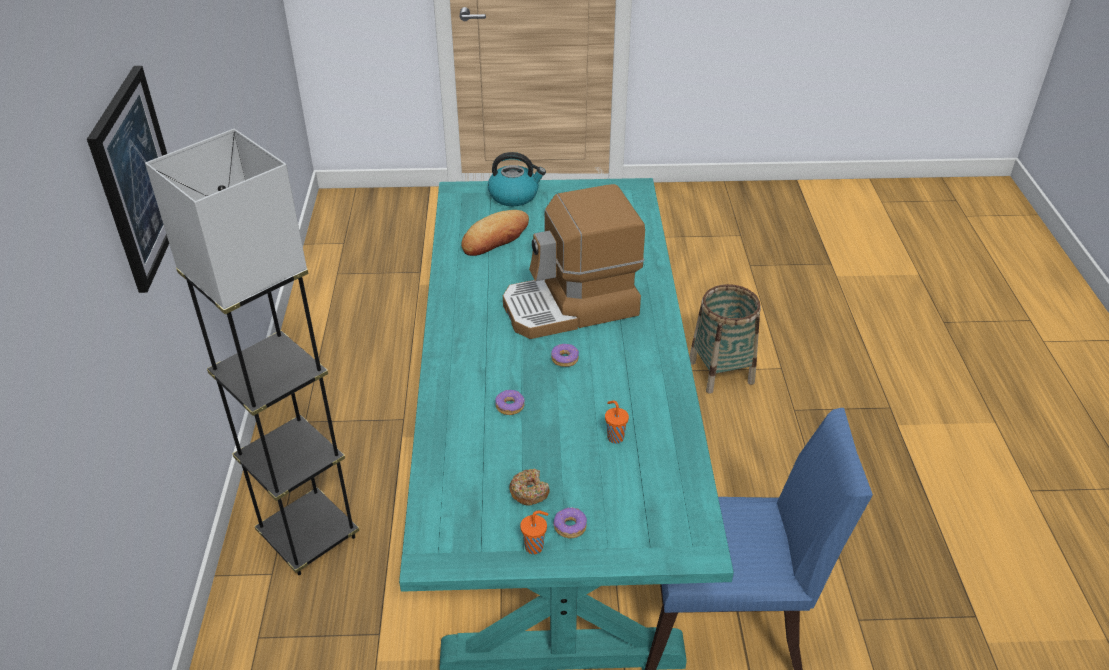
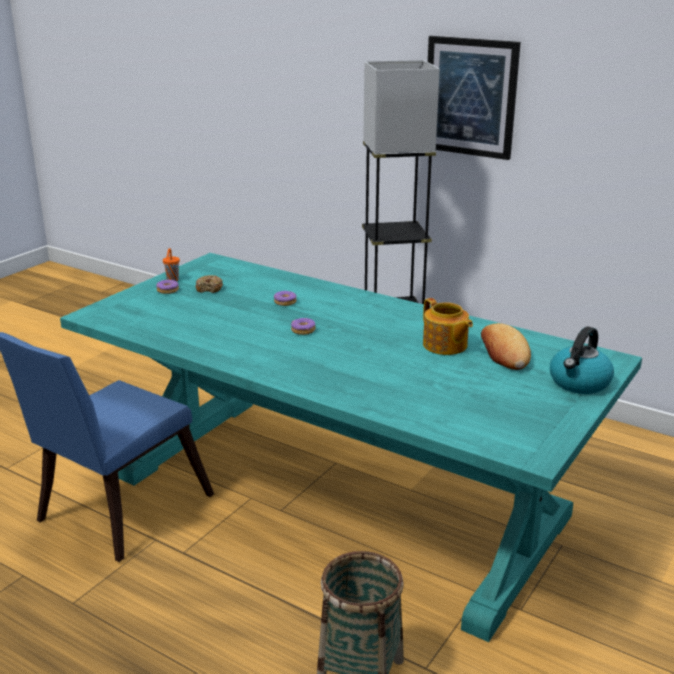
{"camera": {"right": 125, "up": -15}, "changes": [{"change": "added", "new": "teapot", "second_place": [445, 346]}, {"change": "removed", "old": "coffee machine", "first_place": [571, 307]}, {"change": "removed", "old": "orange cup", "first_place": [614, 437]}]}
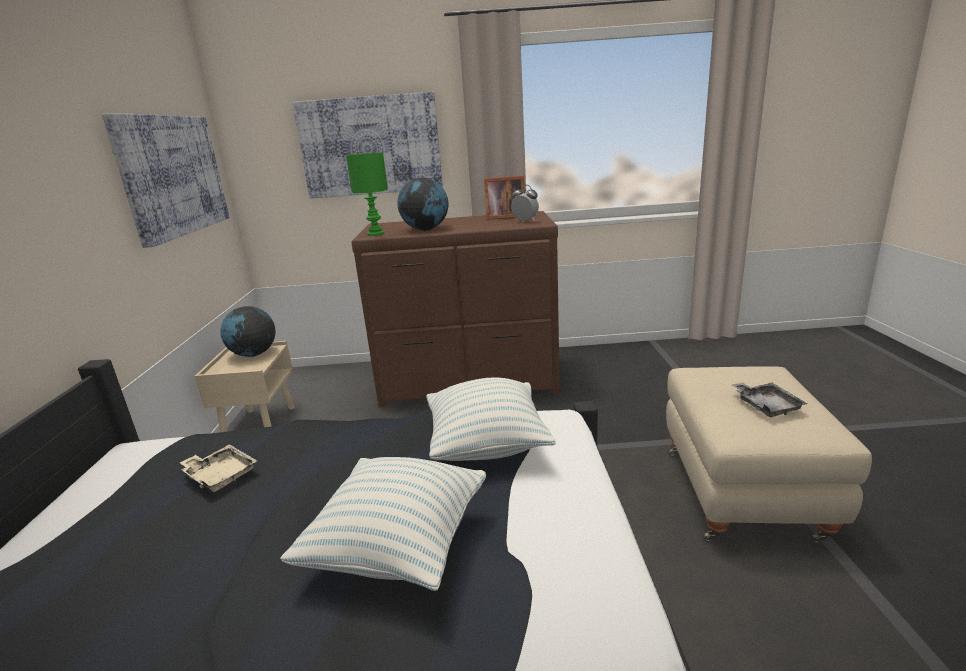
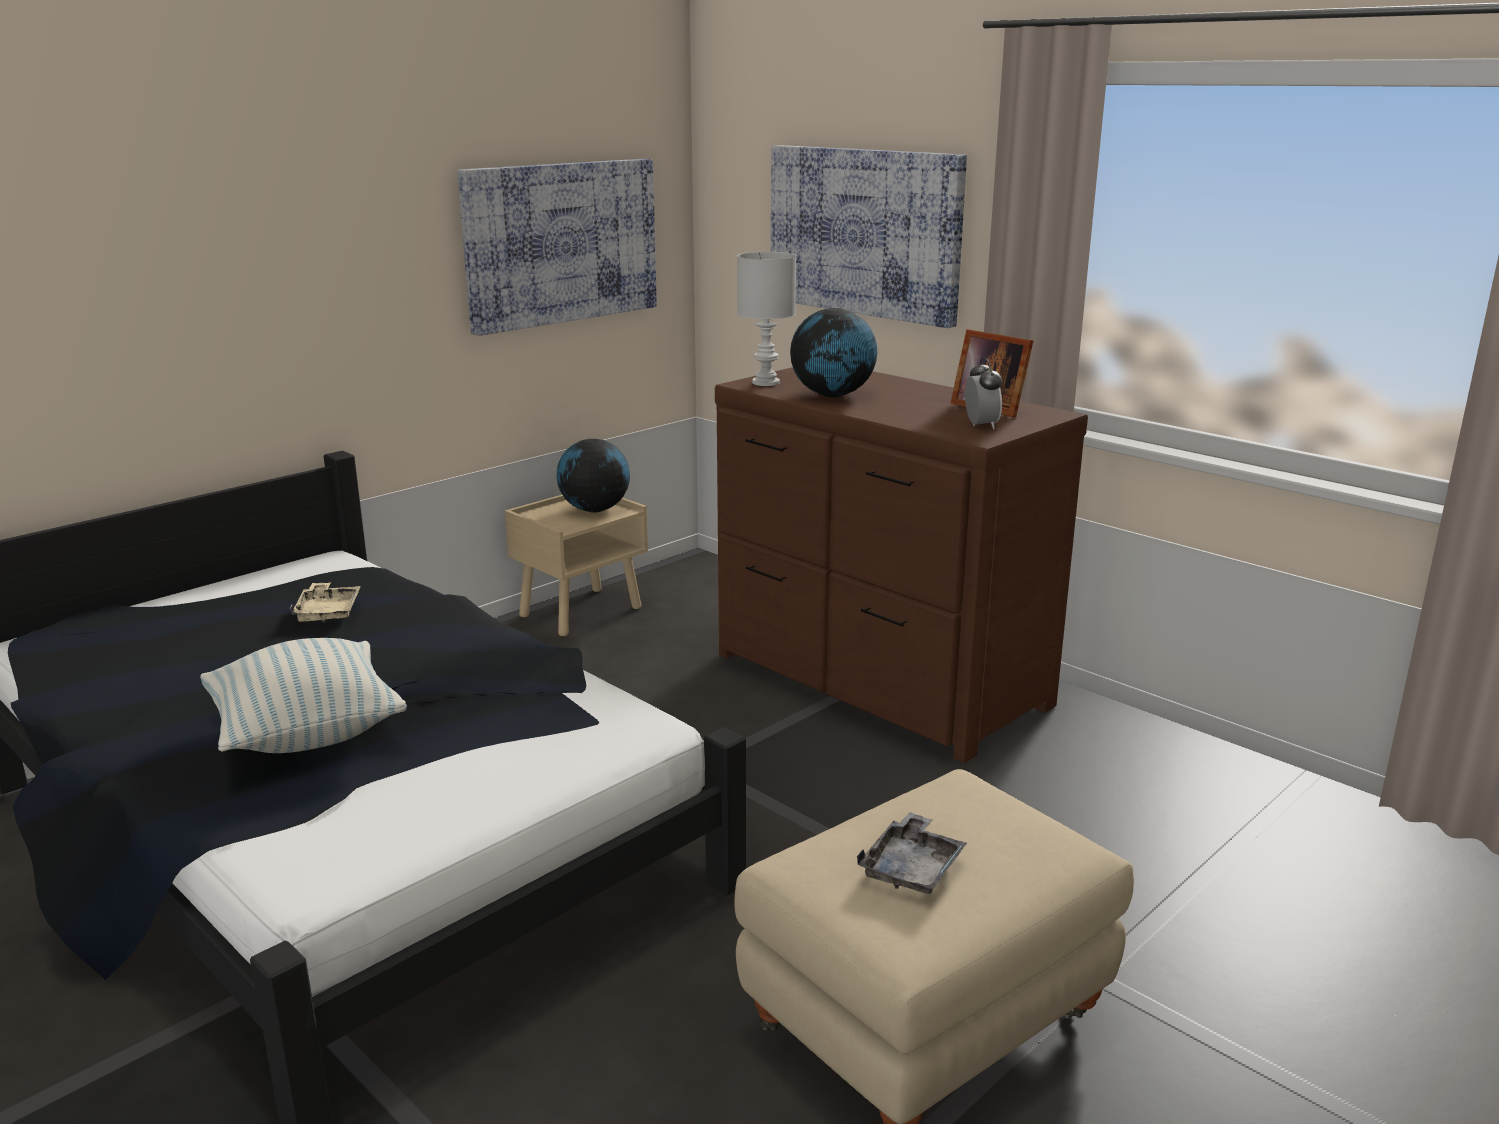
{"camera": {"right": 45, "up": 0}, "changes": [{"change": "recoloured", "old": "green table lamp", "new": "white table lamp", "first_place": [376, 234], "second_place": [767, 383]}, {"change": "removed", "old": "pillow", "first_place": [487, 445]}]}
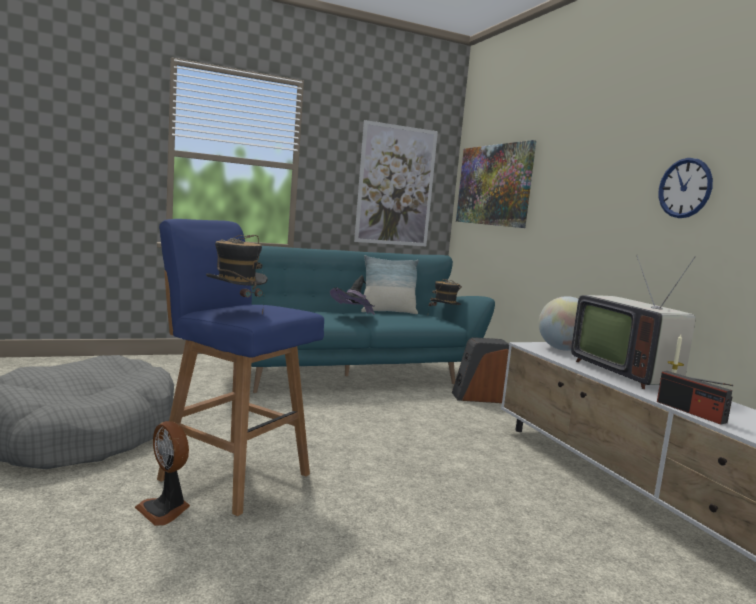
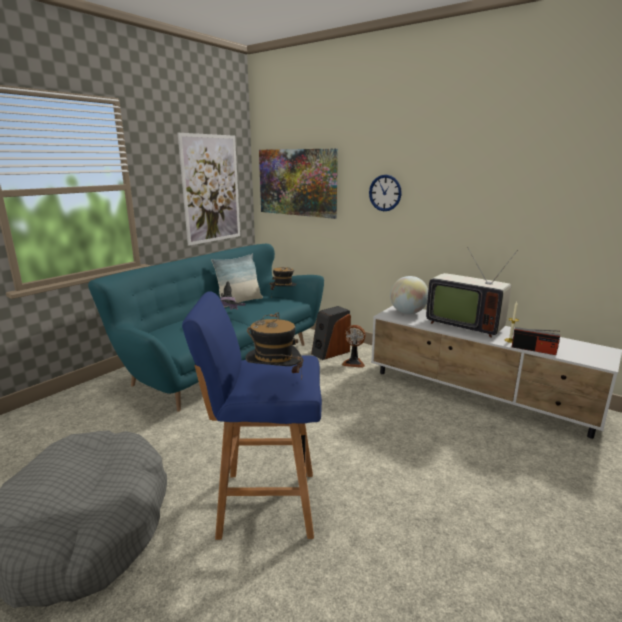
{"camera": {"right": -30, "up": 10}, "changes": [{"change": "moved", "old": "fan", "first_place": [165, 509], "second_place": [353, 362]}, {"change": "moved", "old": "wall clock", "first_place": [685, 188], "second_place": [385, 193]}]}
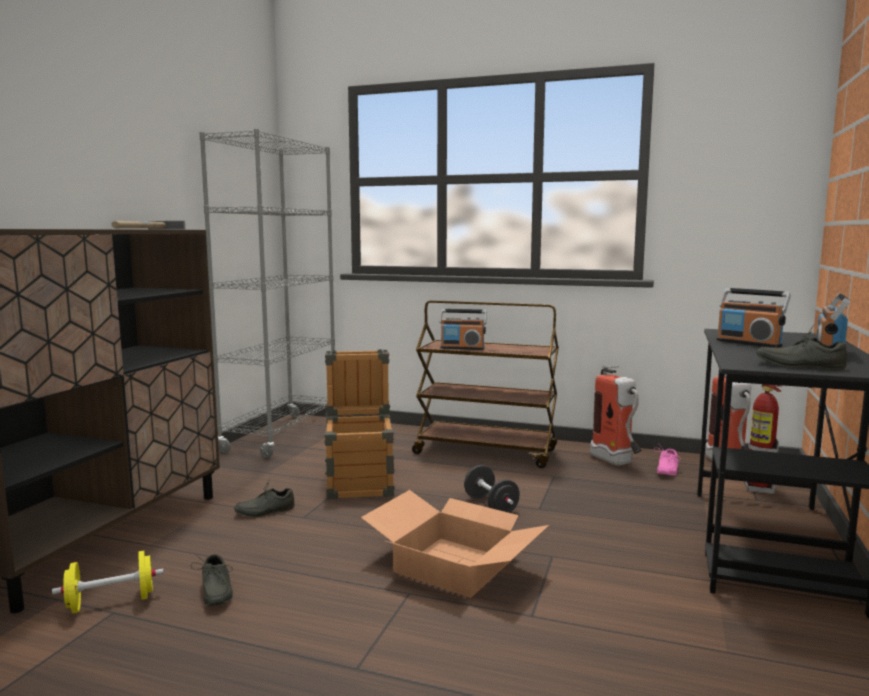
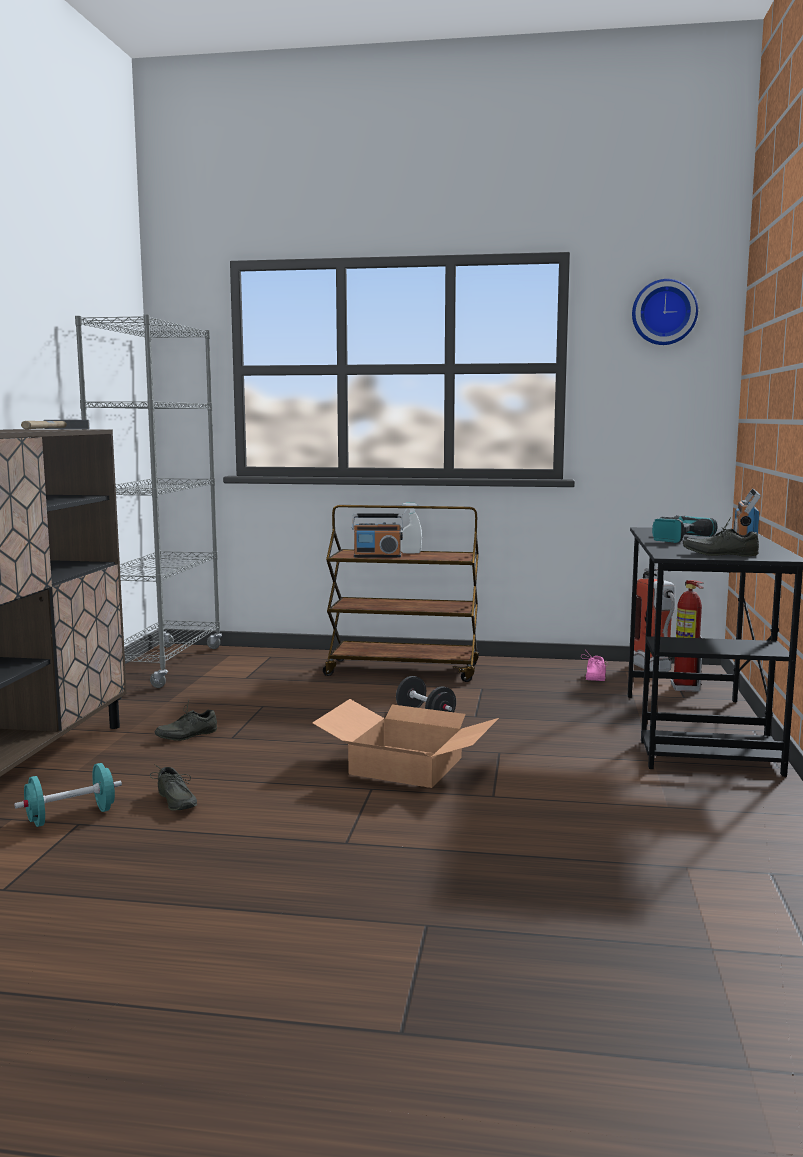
{"camera": {"right": -10, "up": 0}, "changes": [{"change": "recoloured", "old": "yellow dumbbell", "new": "turquoise dumbbell", "first_place": [111, 602], "second_place": [71, 817]}, {"change": "added", "new": "white spray bottle", "second_place": [410, 553]}, {"change": "added", "new": "wall clock", "second_place": [664, 312]}, {"change": "replaced", "old": "radio", "new": "power drill", "first_place": [749, 343], "second_place": [674, 538]}, {"change": "removed", "old": "crate", "first_place": [360, 481]}, {"change": "removed", "old": "fire extinguisher", "first_place": [616, 462]}]}
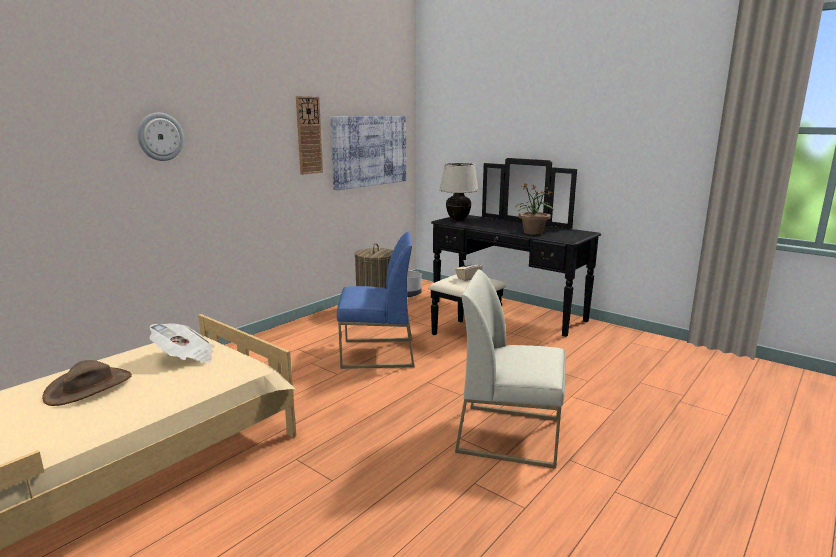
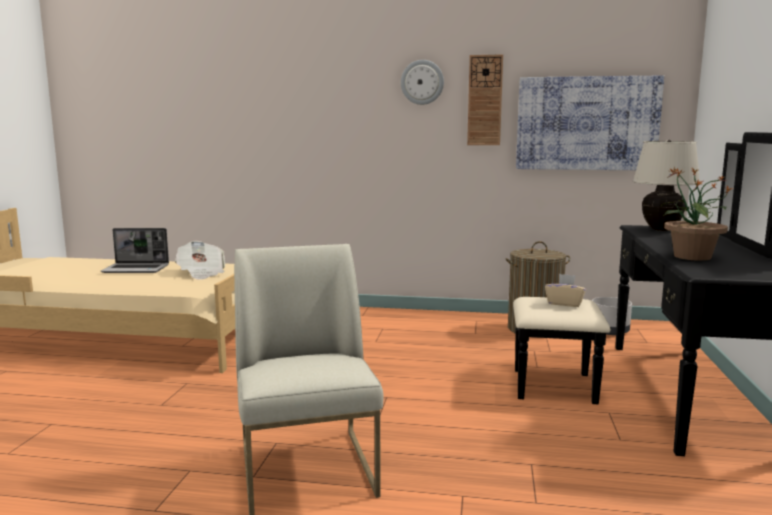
{"camera": {"right": 60, "up": -5}, "changes": [{"change": "replaced", "old": "brown hat", "new": "laptop", "first_place": [89, 387], "second_place": [137, 269]}, {"change": "moved", "old": "wall clock", "first_place": [160, 137], "second_place": [422, 82]}, {"change": "removed", "old": "blue chair", "first_place": [377, 353]}]}
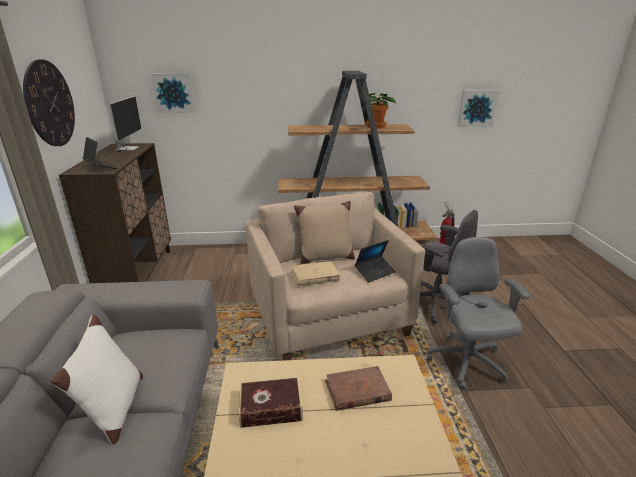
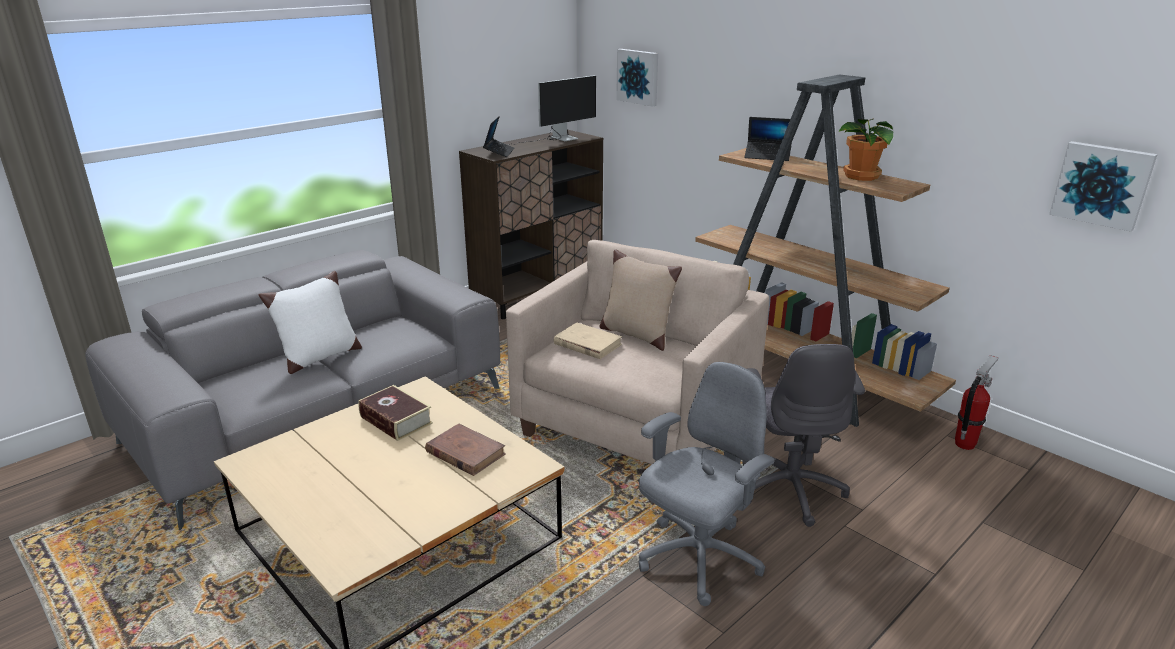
{"camera": {"right": 50, "up": 0}, "changes": [{"change": "moved", "old": "laptop", "first_place": [375, 272], "second_place": [767, 156]}, {"change": "removed", "old": "wall clock", "first_place": [50, 104]}]}
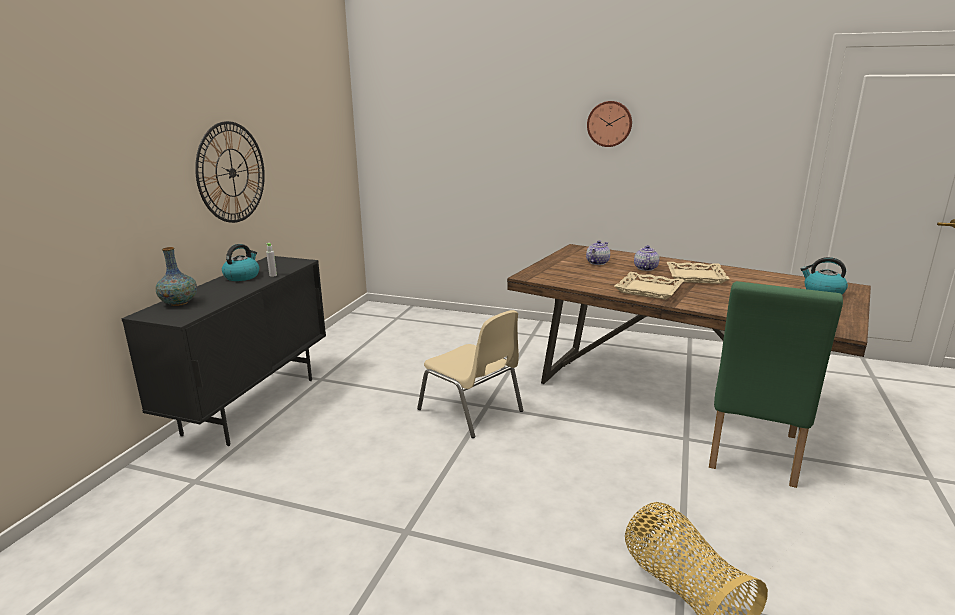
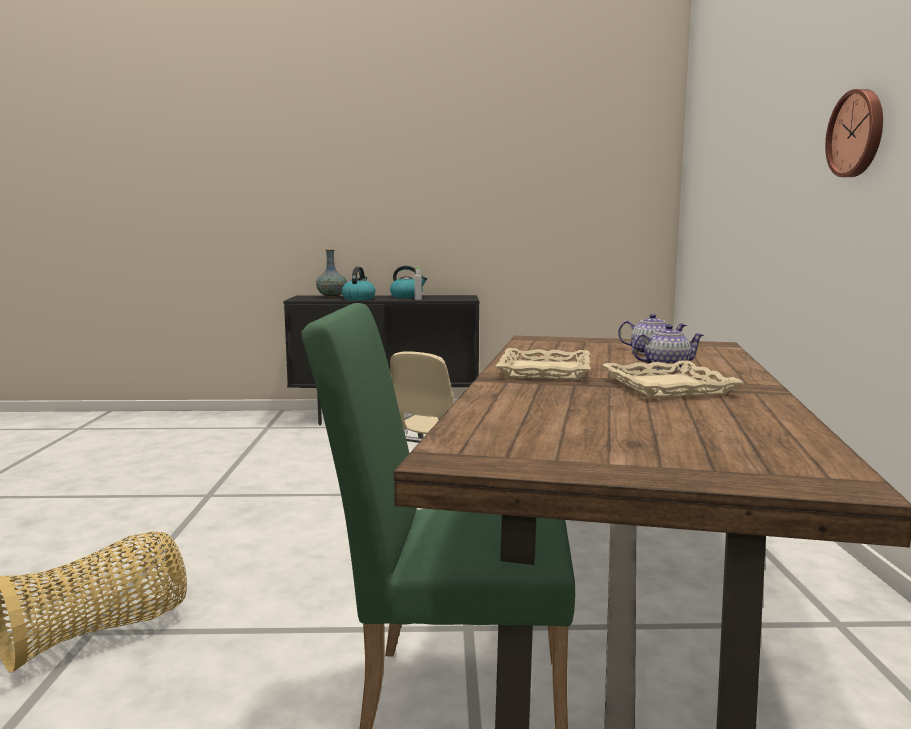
{"camera": {"right": 70, "up": -10}, "changes": [{"change": "moved", "old": "kettle", "first_place": [822, 292], "second_place": [358, 298]}, {"change": "removed", "old": "wall clock", "first_place": [232, 172]}]}
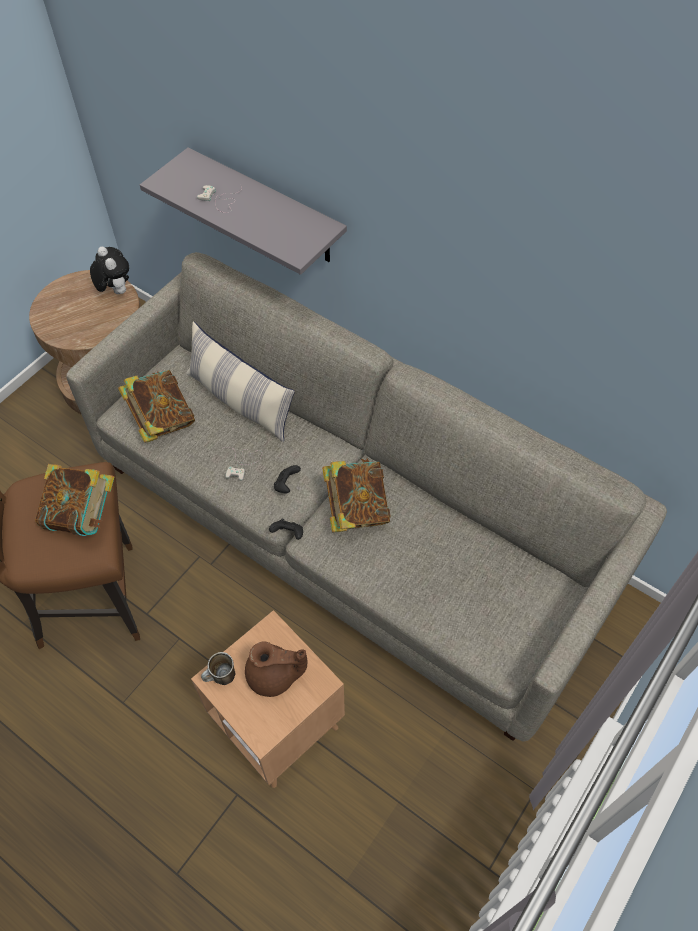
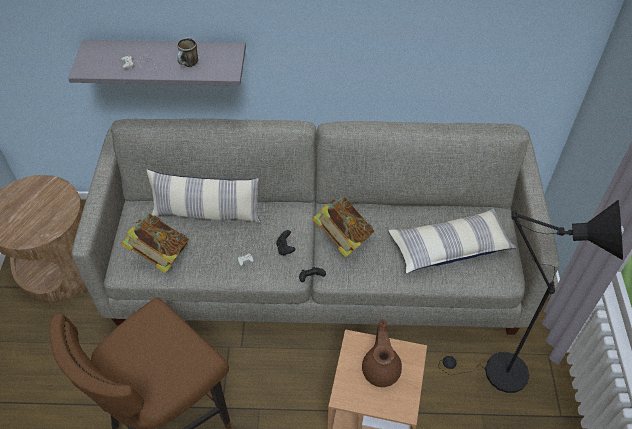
{"camera": {"right": -35, "up": -5}, "changes": [{"change": "moved", "old": "mug", "first_place": [221, 678], "second_place": [189, 65]}, {"change": "turned", "old": "brown teapot", "first_place": [274, 676], "second_place": [381, 368], "degrees": -60}, {"change": "added", "new": "pillow", "second_place": [449, 247]}, {"change": "added", "new": "black floor lamp", "second_place": [497, 372]}, {"change": "removed", "old": "book", "first_place": [82, 515]}, {"change": "removed", "old": "plush toy", "first_place": [115, 290]}]}
